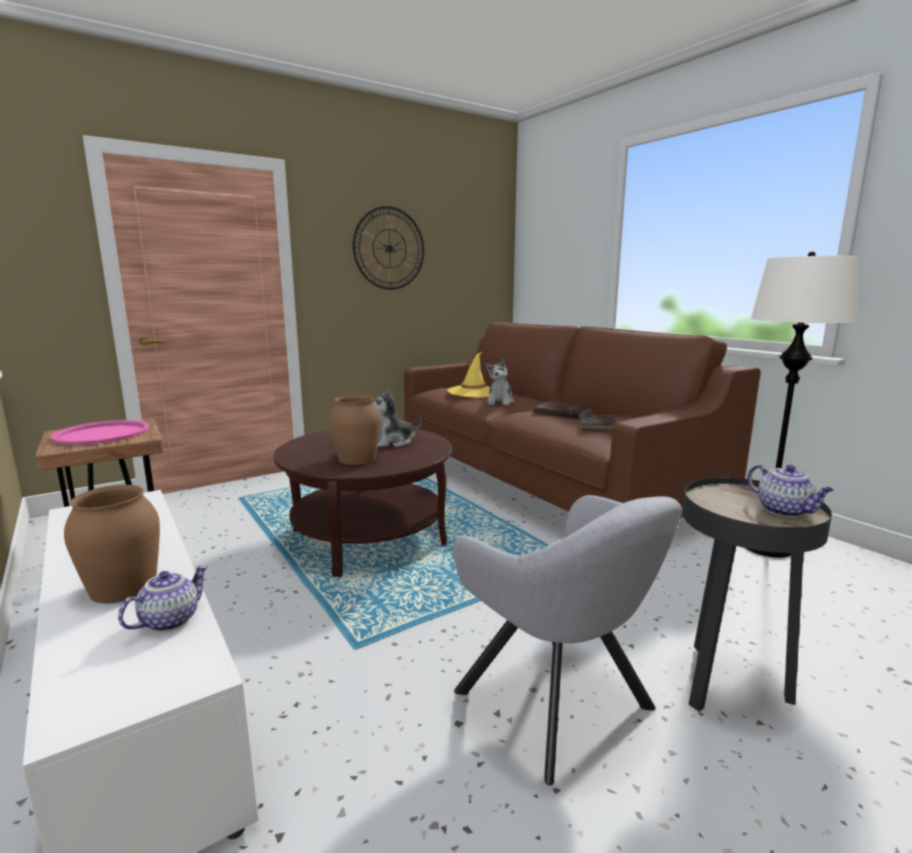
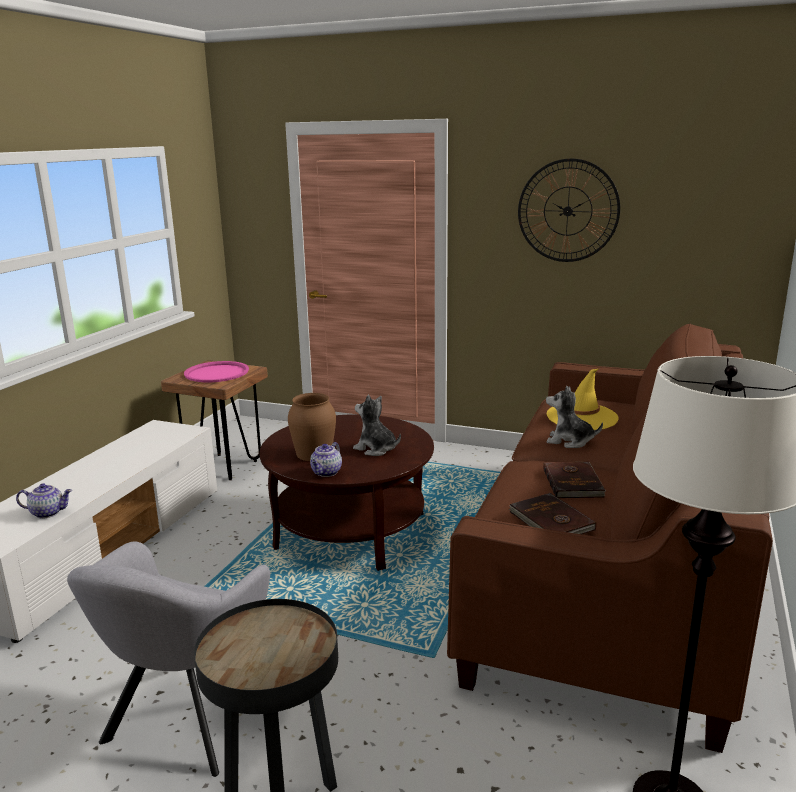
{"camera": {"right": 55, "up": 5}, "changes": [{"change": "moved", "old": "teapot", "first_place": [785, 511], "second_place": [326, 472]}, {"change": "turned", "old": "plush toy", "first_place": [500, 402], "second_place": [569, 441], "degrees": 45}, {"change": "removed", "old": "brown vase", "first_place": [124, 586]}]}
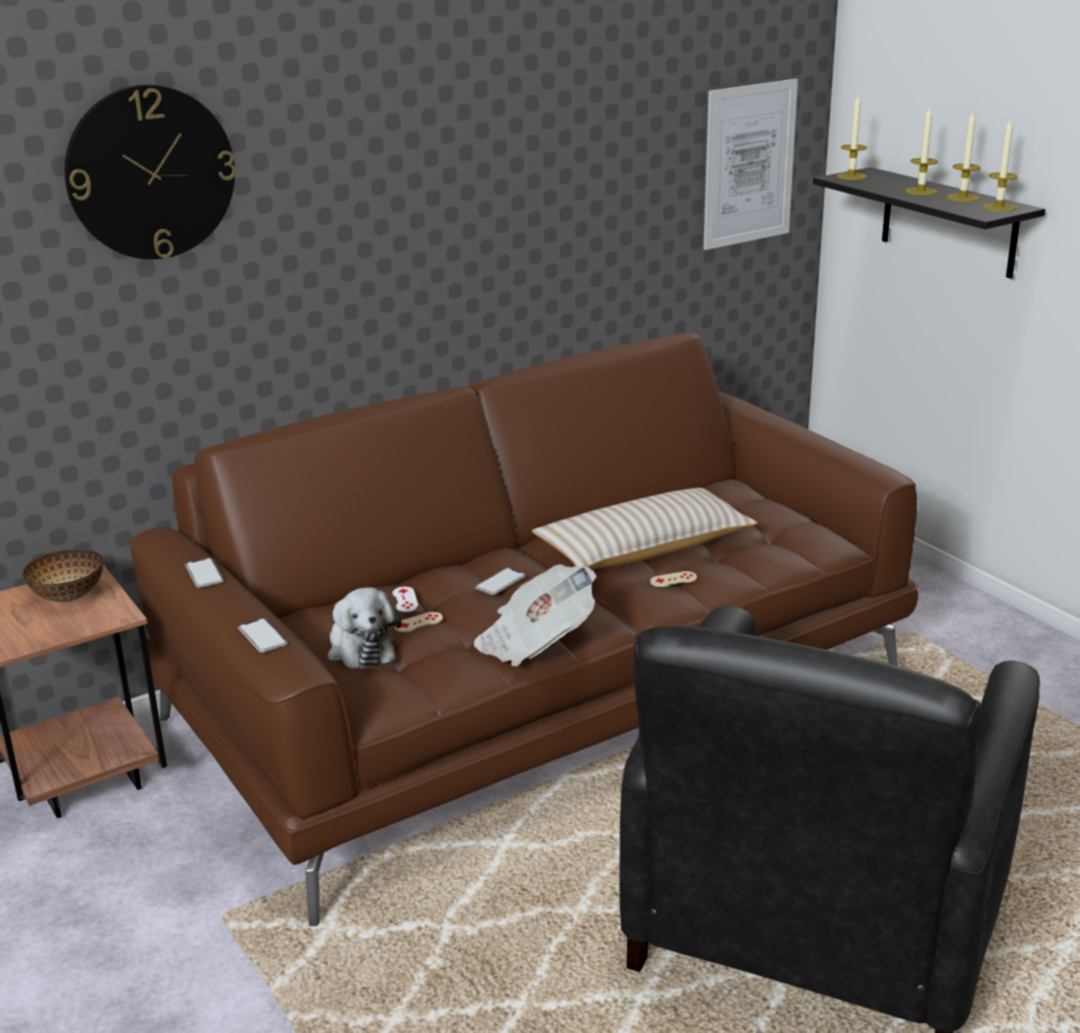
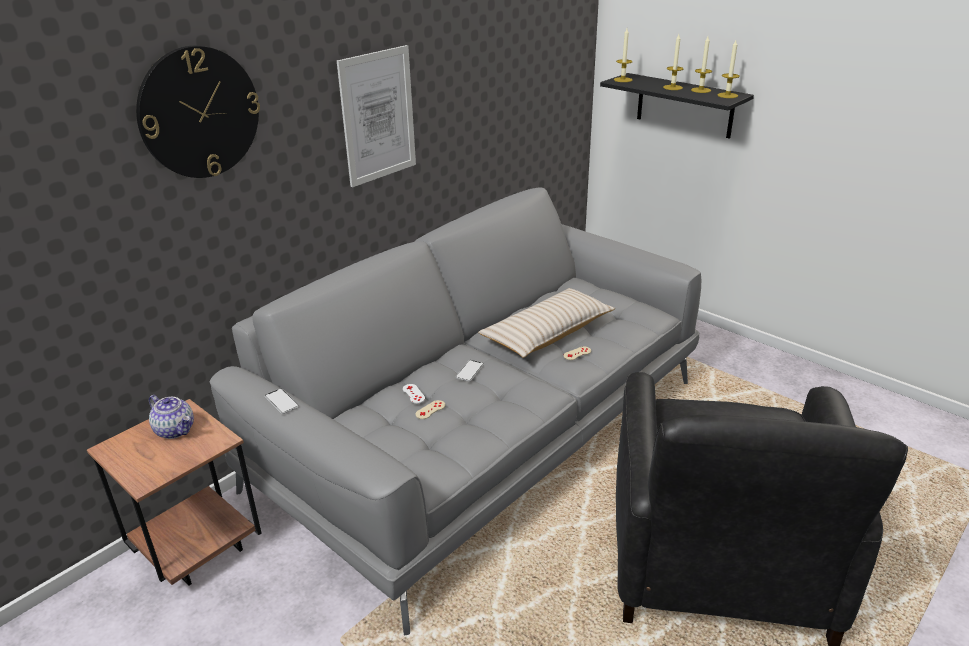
{"camera": {"right": -15, "up": 5}, "changes": [{"change": "replaced", "old": "bowl", "new": "teapot", "first_place": [69, 596], "second_place": [175, 430]}, {"change": "recoloured", "old": "brown sofa", "new": "grey sofa", "first_place": [543, 694], "second_place": [486, 432]}, {"change": "moved", "old": "picture", "first_place": [749, 164], "second_place": [378, 116]}, {"change": "removed", "old": "phone", "first_place": [262, 636]}, {"change": "removed", "old": "plush toy", "first_place": [360, 647]}, {"change": "removed", "old": "newspaper", "first_place": [535, 642]}]}
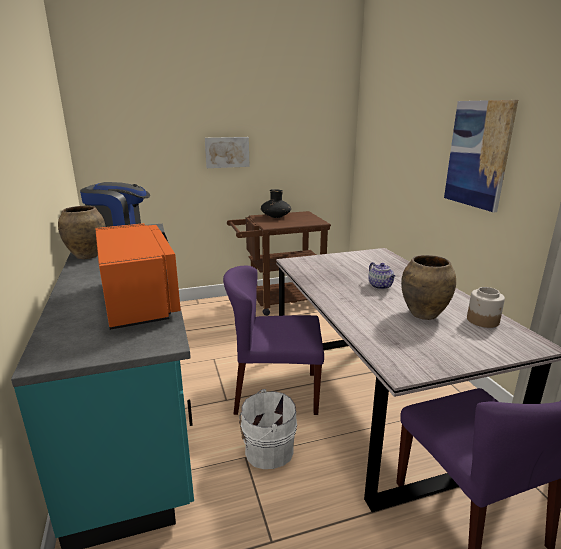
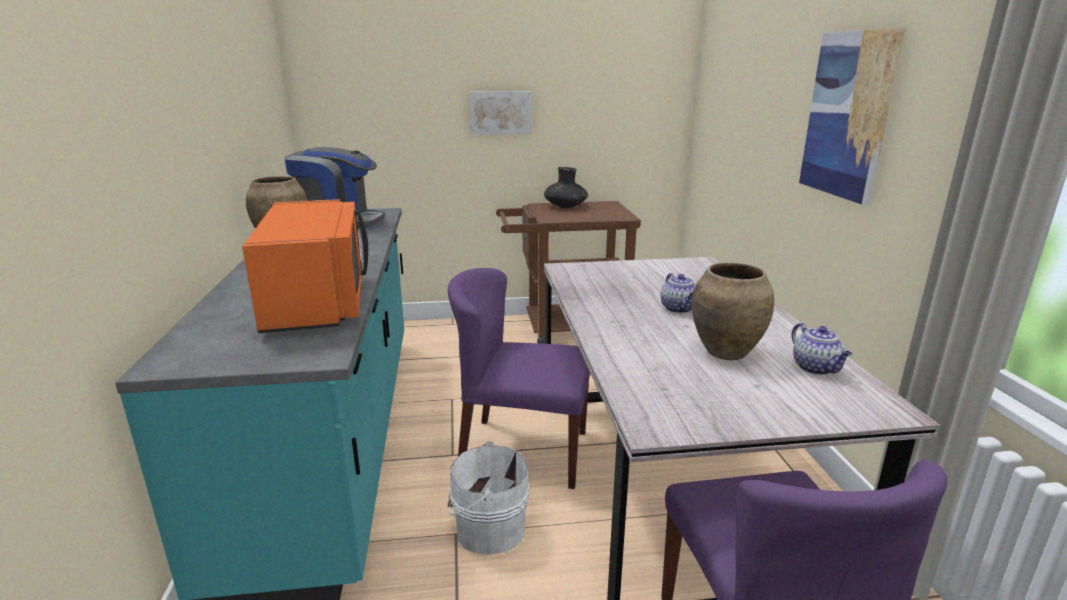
{"camera": {"right": 10, "up": 0}, "changes": [{"change": "replaced", "old": "jar", "new": "teapot", "first_place": [483, 320], "second_place": [816, 368]}]}
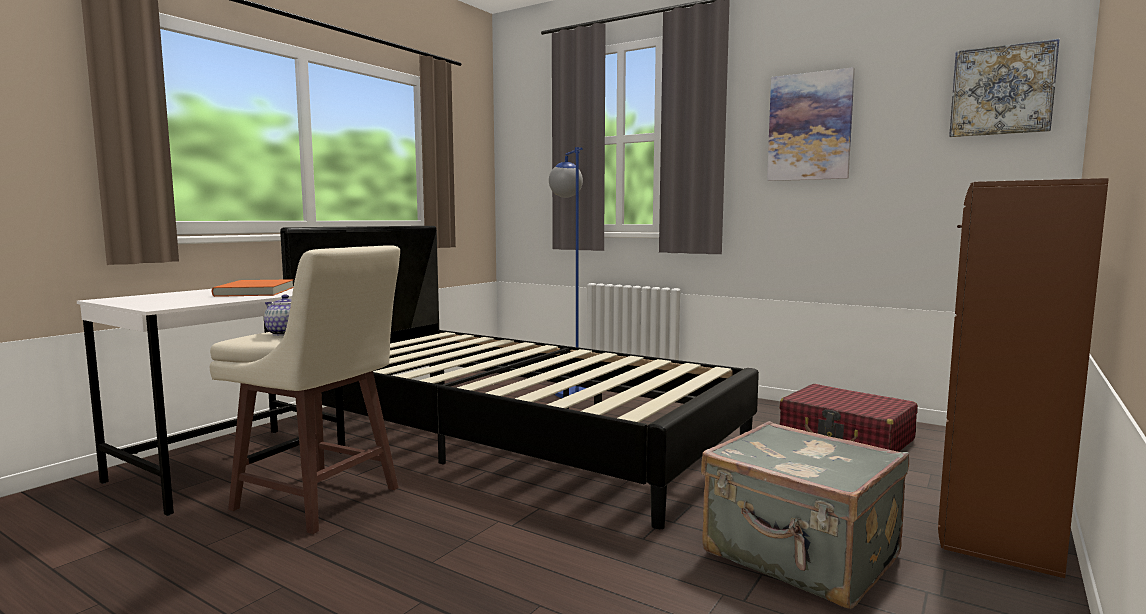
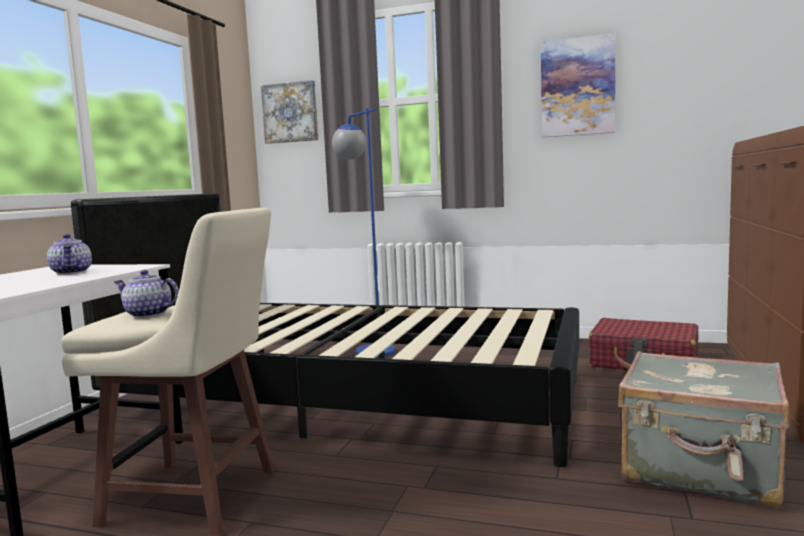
{"camera": {"right": -15, "up": 0}, "changes": [{"change": "replaced", "old": "orange book", "new": "teapot", "first_place": [257, 291], "second_place": [72, 272]}, {"change": "moved", "old": "picture", "first_place": [1001, 90], "second_place": [290, 112]}]}
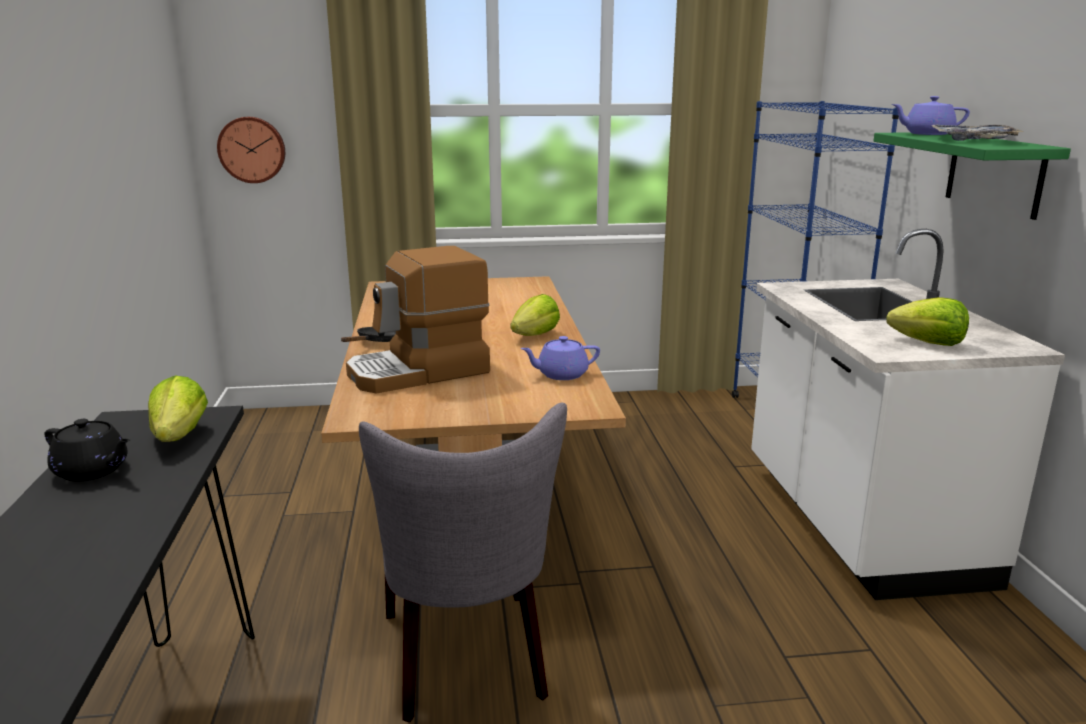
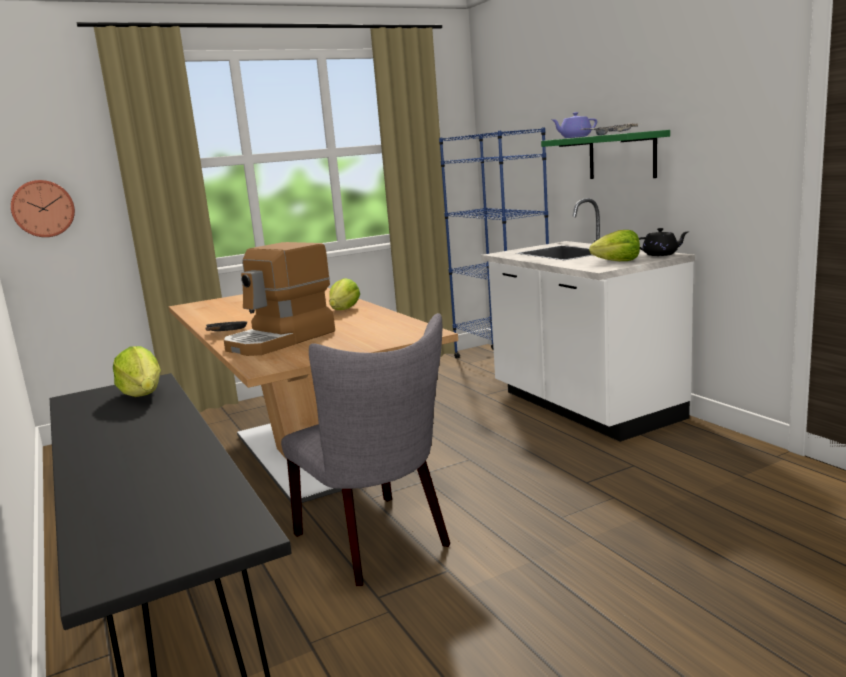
{"camera": {"right": -20, "up": -5}, "changes": [{"change": "moved", "old": "black teapot", "first_place": [93, 471], "second_place": [661, 254]}, {"change": "removed", "old": "purple teapot", "first_place": [561, 374]}]}
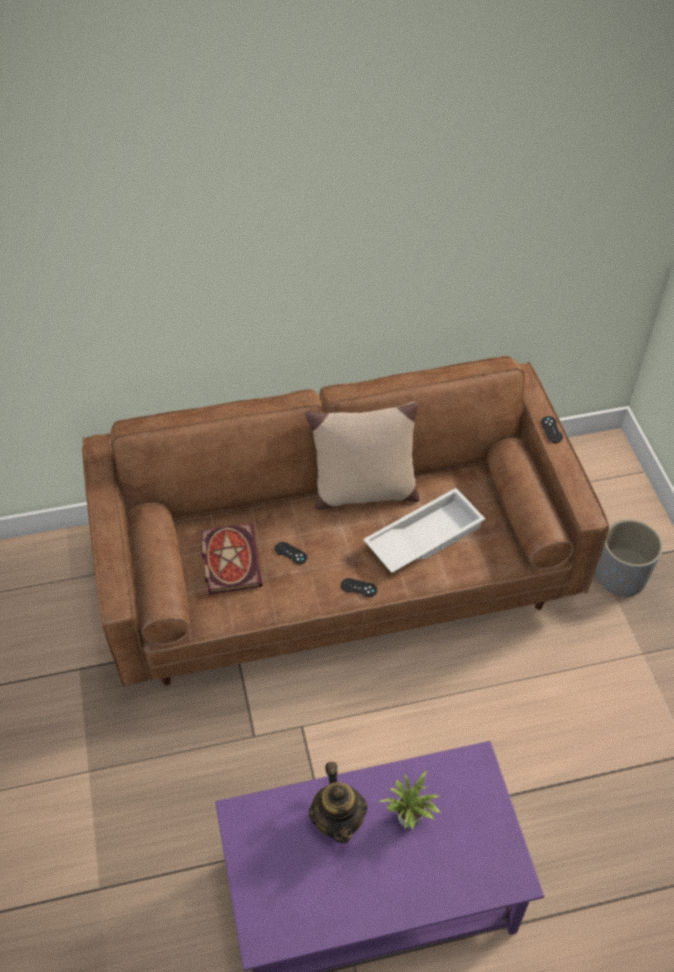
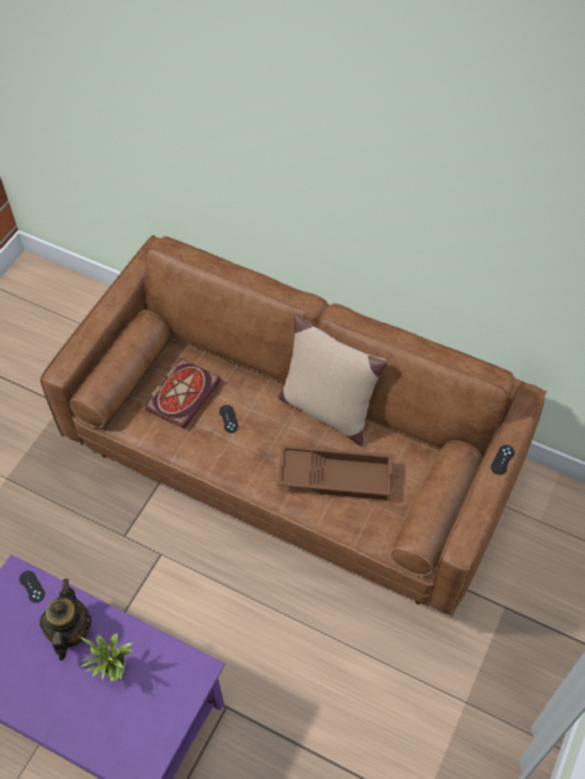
{"camera": {"right": 40, "up": 5}, "changes": [{"change": "moved", "old": "black game controller", "first_place": [358, 588], "second_place": [32, 586]}, {"change": "turned", "old": "teapot", "first_place": [338, 820], "second_place": [69, 631], "degrees": 150}, {"change": "recoloured", "old": "white tray", "new": "brown tray", "first_place": [423, 536], "second_place": [336, 475]}, {"change": "removed", "old": "grey planter", "first_place": [620, 576]}]}
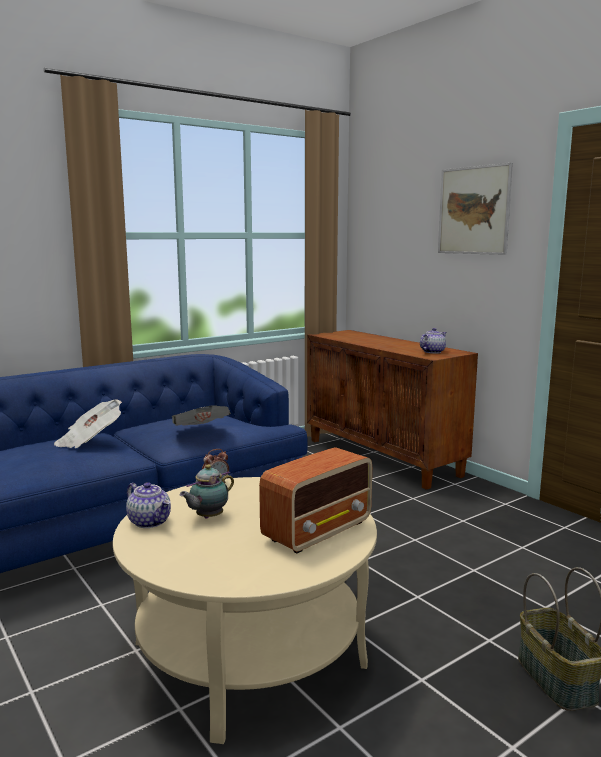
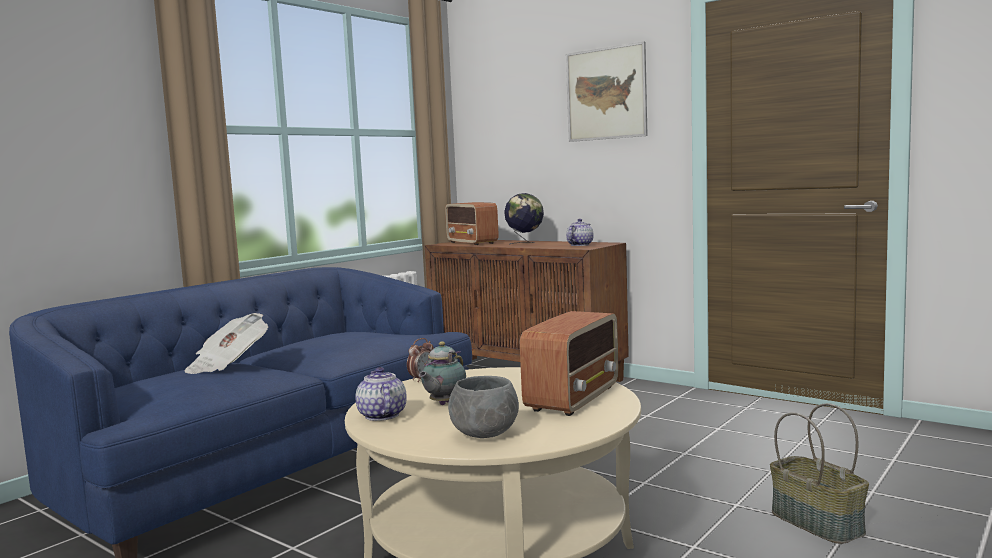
{"camera": {"right": -15, "up": -5}, "changes": [{"change": "turned", "old": "teapot", "first_place": [150, 522], "second_place": [381, 415], "degrees": -135}, {"change": "added", "new": "radio", "second_place": [472, 243]}, {"change": "added", "new": "grey bowl", "second_place": [484, 434]}, {"change": "added", "new": "globe", "second_place": [525, 243]}, {"change": "removed", "old": "newspaper", "first_place": [201, 432]}]}
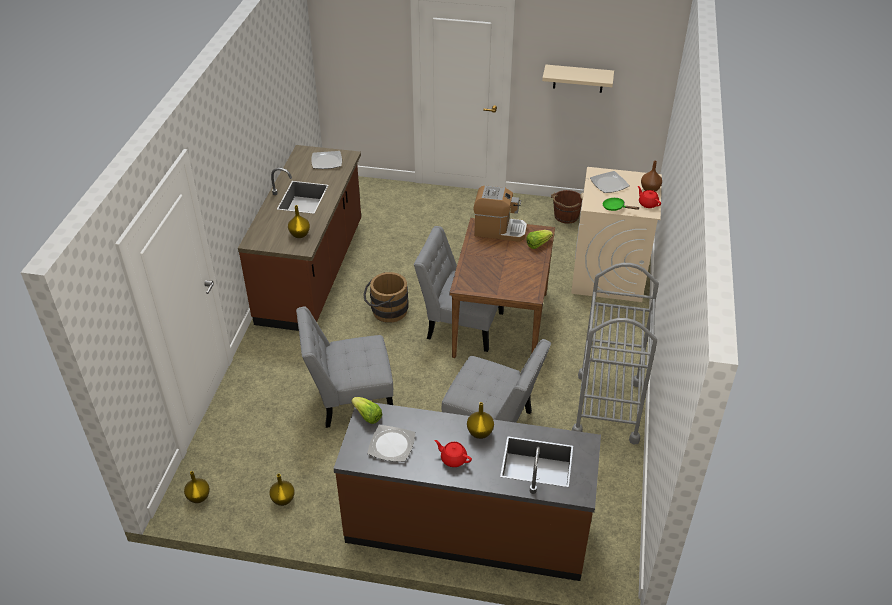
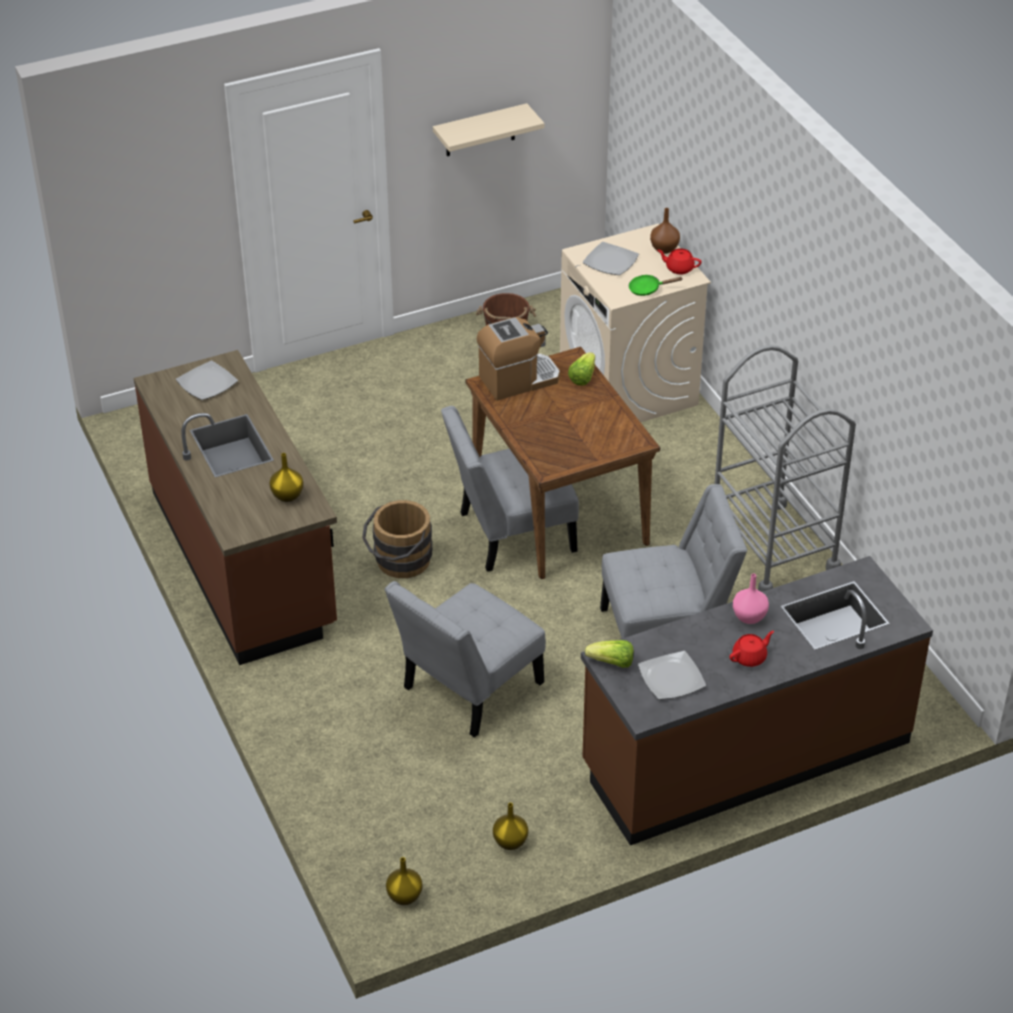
{"camera": {"right": -35, "up": 0}, "changes": [{"change": "turned", "old": "red teapot", "first_place": [453, 459], "second_place": [750, 657], "degrees": 150}, {"change": "recoloured", "old": "yellow vase", "new": "pink vase", "first_place": [480, 432], "second_place": [749, 616]}]}
